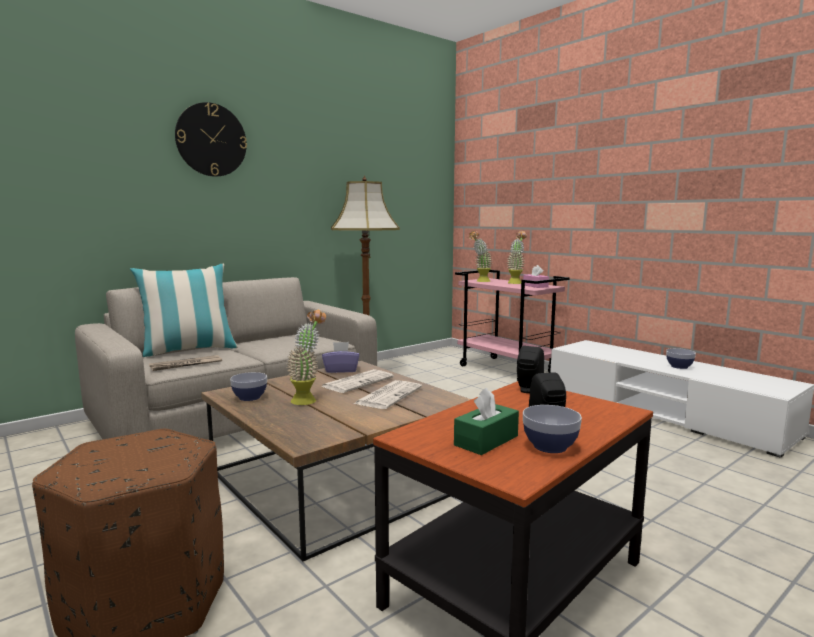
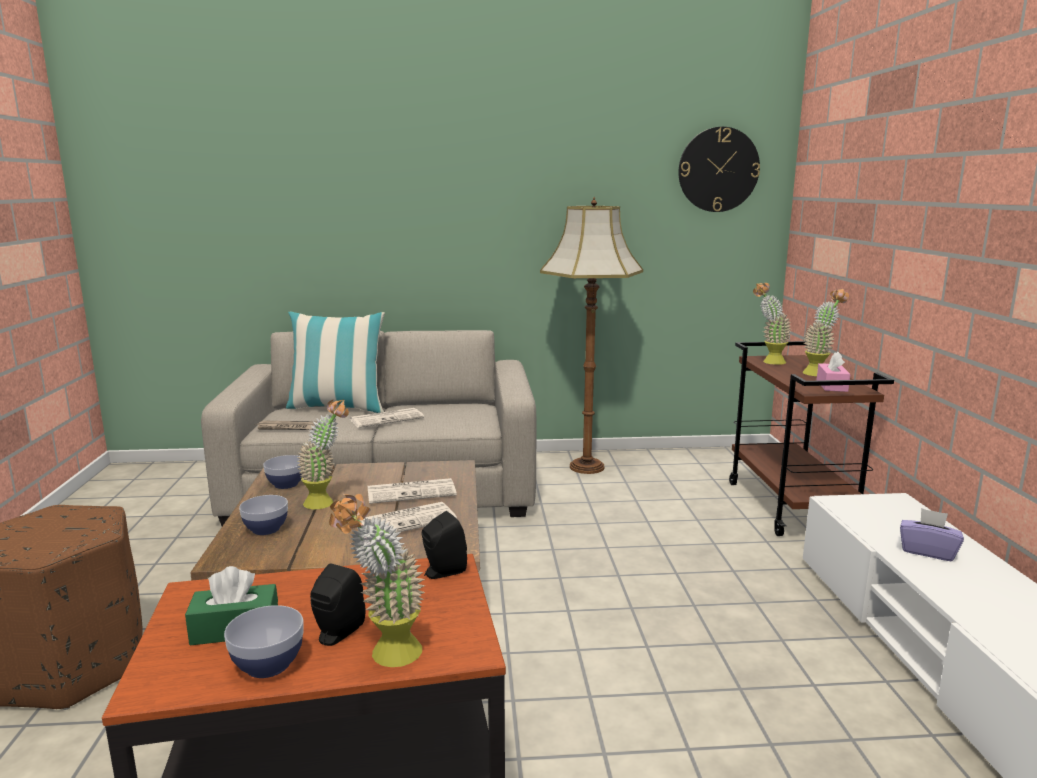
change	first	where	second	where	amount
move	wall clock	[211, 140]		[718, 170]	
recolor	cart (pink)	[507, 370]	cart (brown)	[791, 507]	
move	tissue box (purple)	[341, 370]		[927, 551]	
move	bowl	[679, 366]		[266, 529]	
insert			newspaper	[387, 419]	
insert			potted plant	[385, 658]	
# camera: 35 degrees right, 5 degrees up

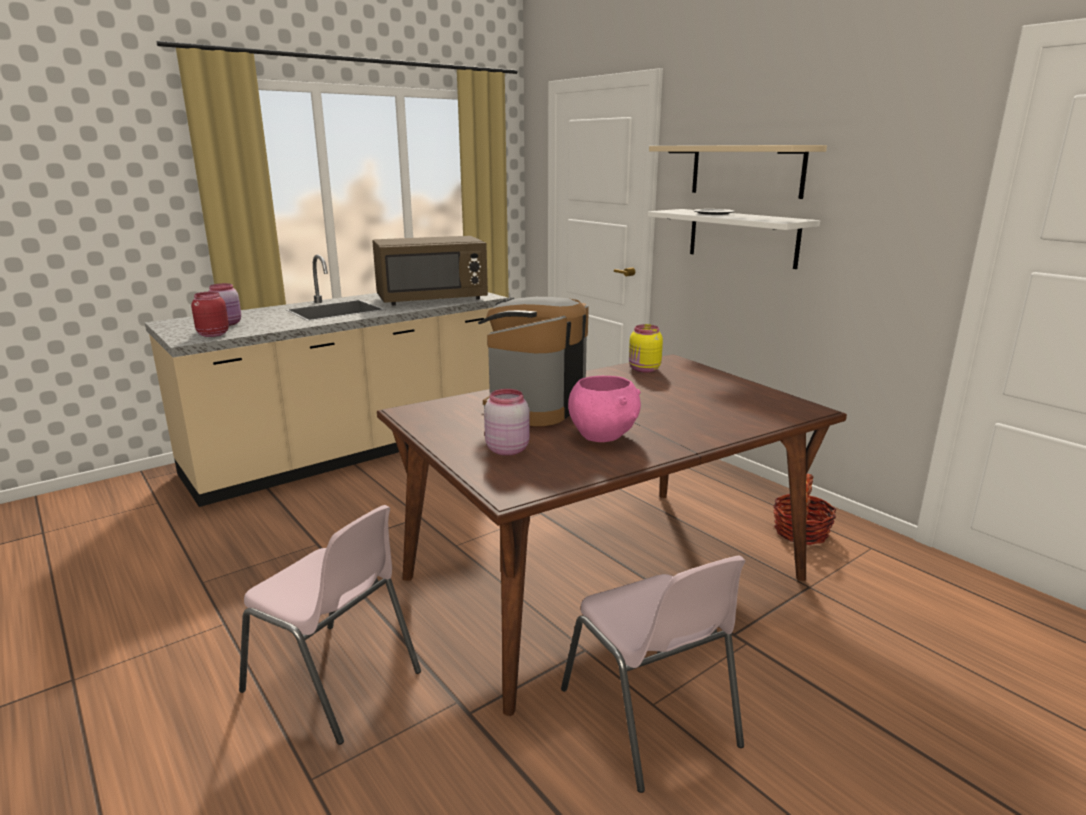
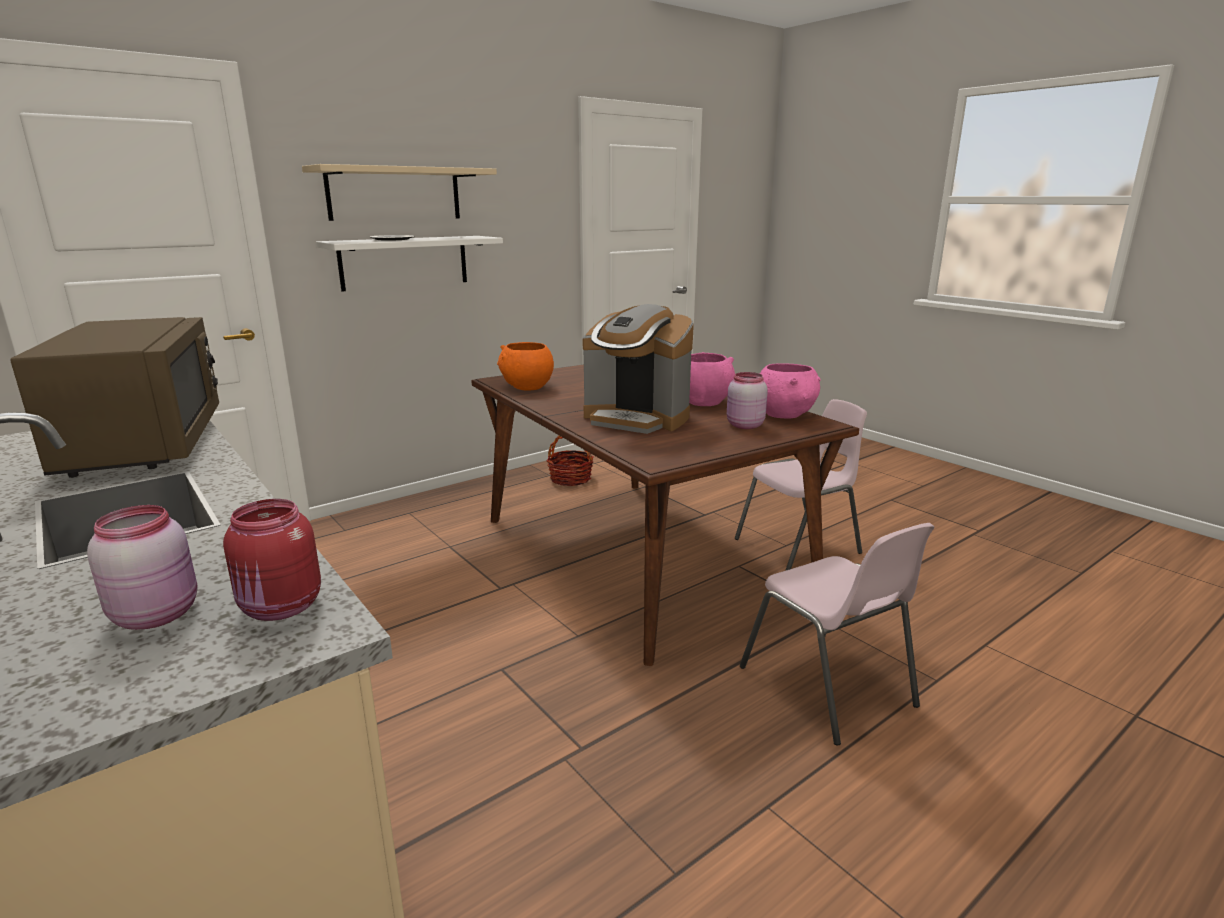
change	first	where	second	where	amount
replace	jar (yellow)	[644, 369]	bowl (orange)	[527, 387]	
rotate	chair (pink)	[334, 682]		[828, 687]	120 degrees clockwise
insert			bowl (pink)	[785, 415]	
# camera: 90 degrees left, 0 degrees up

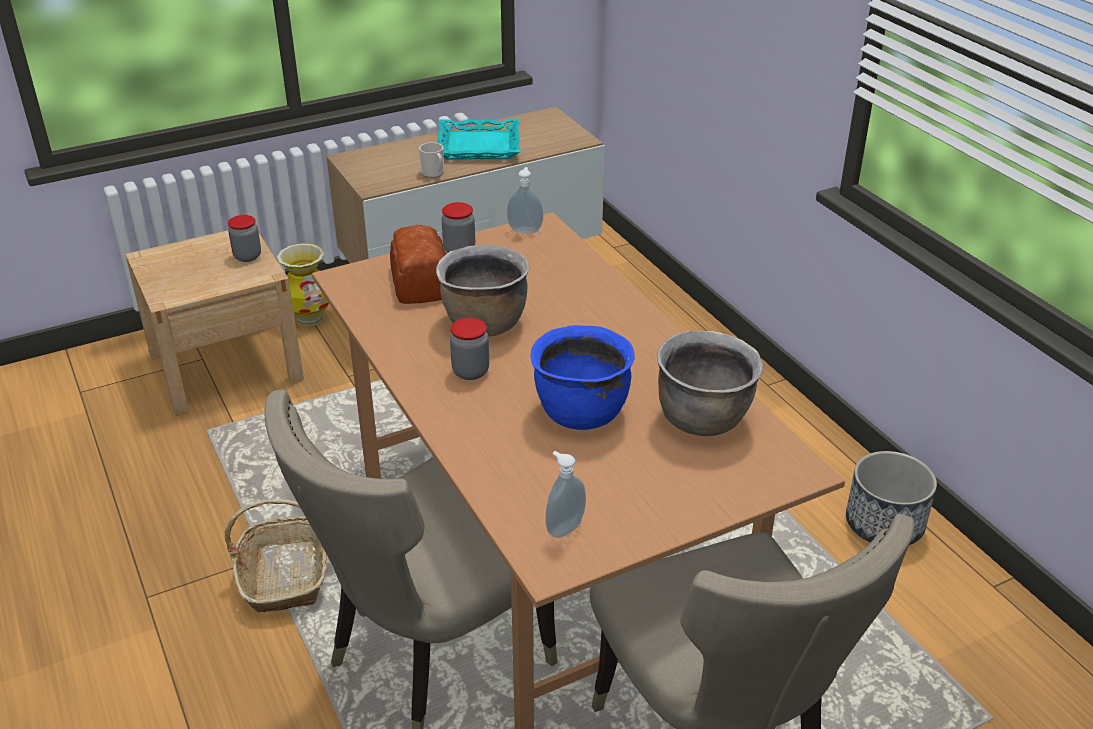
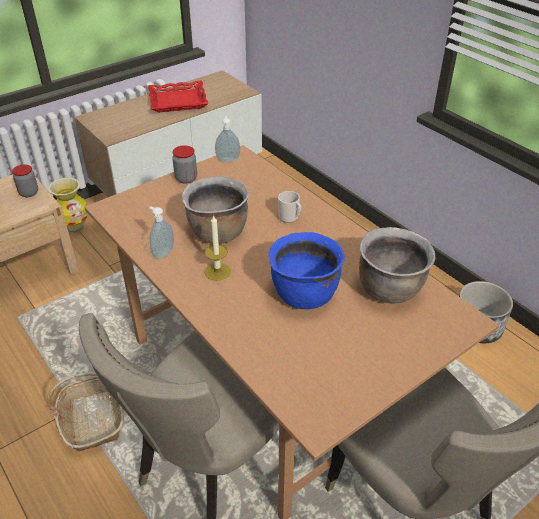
change	first	where	second	where	amount
recolor	tray (turquoise)	[479, 145]	tray (red)	[178, 101]	
move	mug	[434, 174]		[290, 218]	
delete	bread	[420, 283]			
replace	jar	[470, 371]	candle	[217, 271]	
move	soap dispenser	[563, 528]		[162, 253]	
# camera: 10 degrees left, 5 degrees up

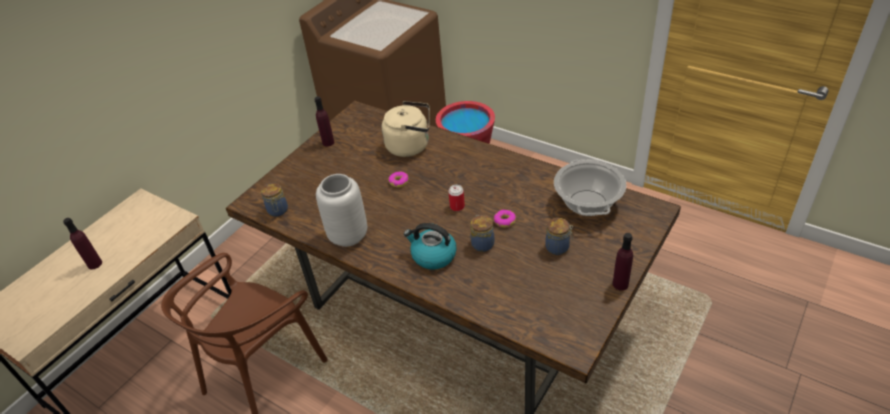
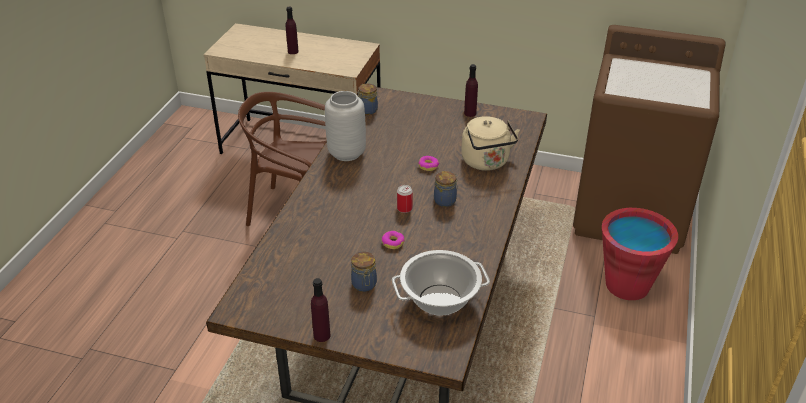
change	first	where	second	where	amount
move	jar	[482, 243]		[446, 200]	
delete	kettle	[433, 256]			
# camera: 70 degrees right, 5 degrees down

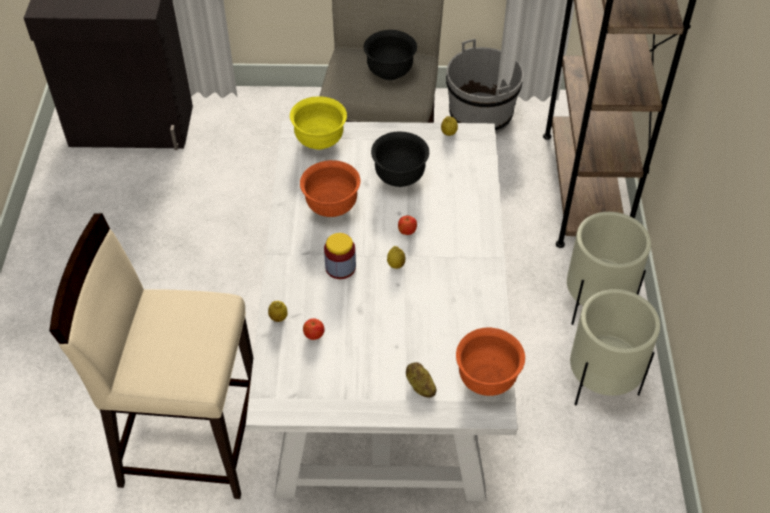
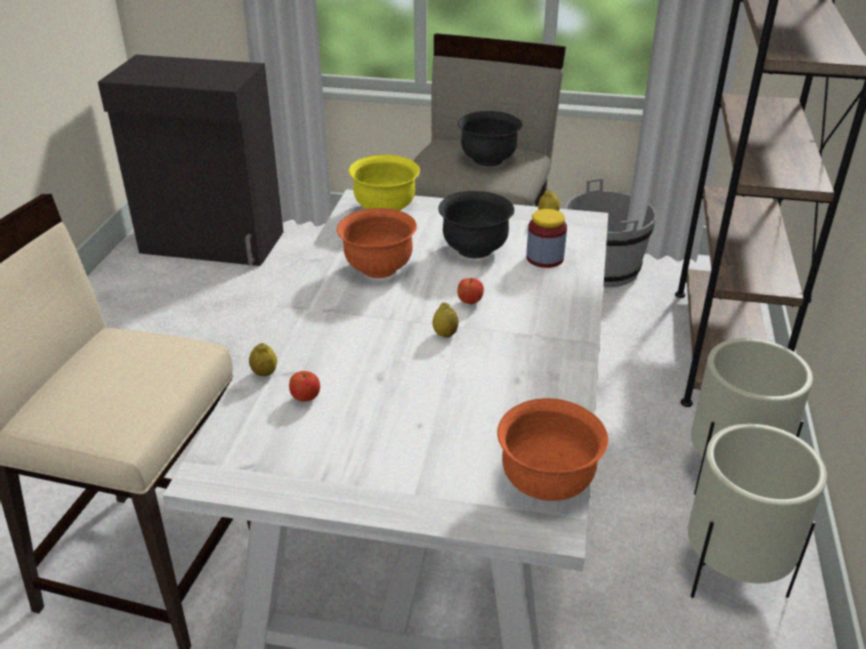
change	first	where	second	where	amount
move	jar	[340, 267]		[545, 258]	
delete	potato	[420, 386]			
# camera: 10 degrees right, 15 degrees down

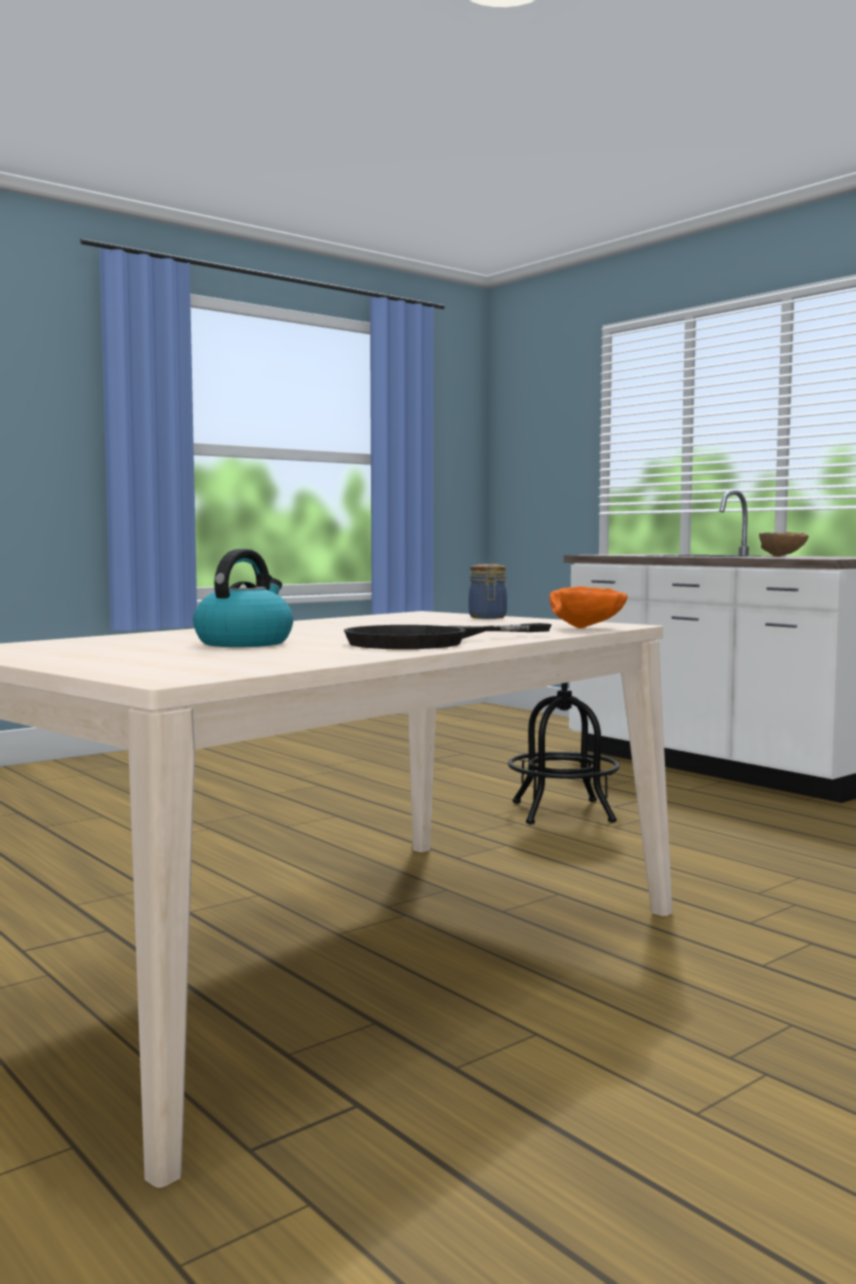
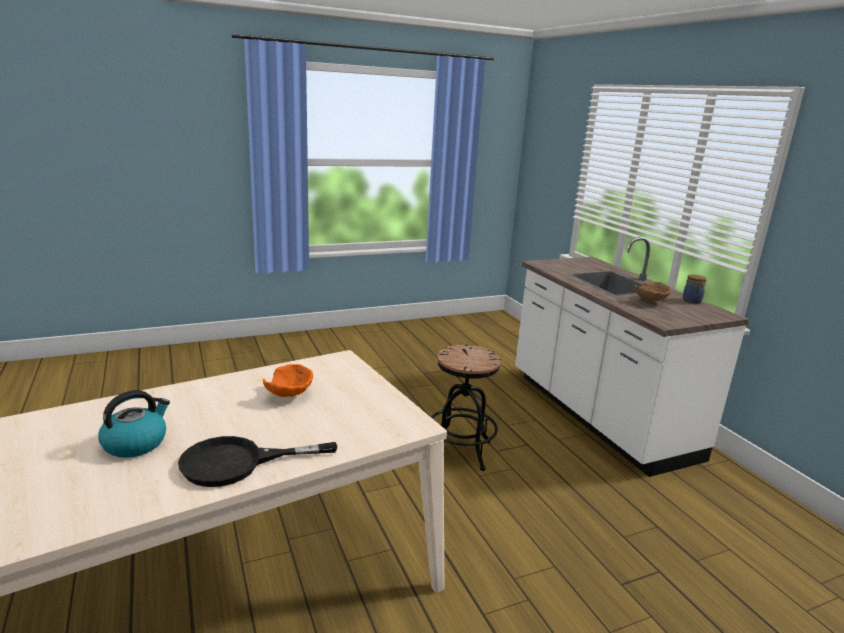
change	first	where	second	where	amount
move	jar	[488, 617]		[692, 301]	
move	bowl (orange)	[588, 628]		[290, 396]	
# camera: 15 degrees right, 15 degrees up

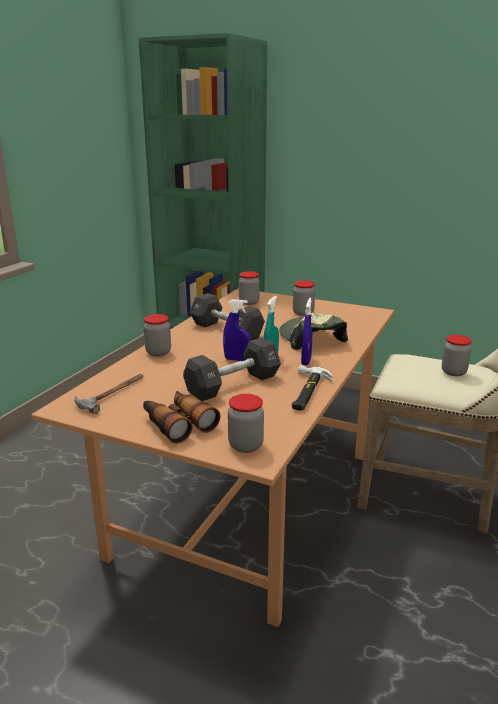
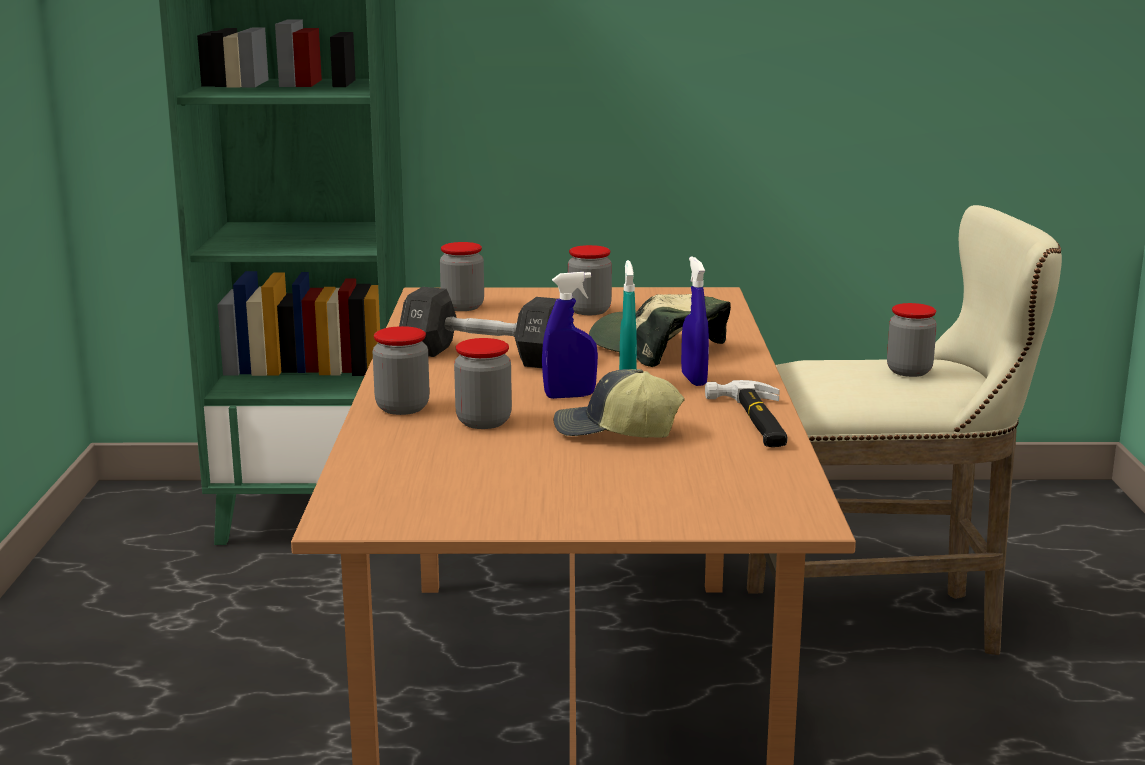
change	first	where	second	where	amount
replace	dumbbell (black)	[233, 384]	cap	[615, 432]	
delete	hammer	[113, 393]			
delete	binoculars	[178, 423]			
move	jar	[245, 445]		[483, 422]	
# camera: 25 degrees left, 5 degrees down

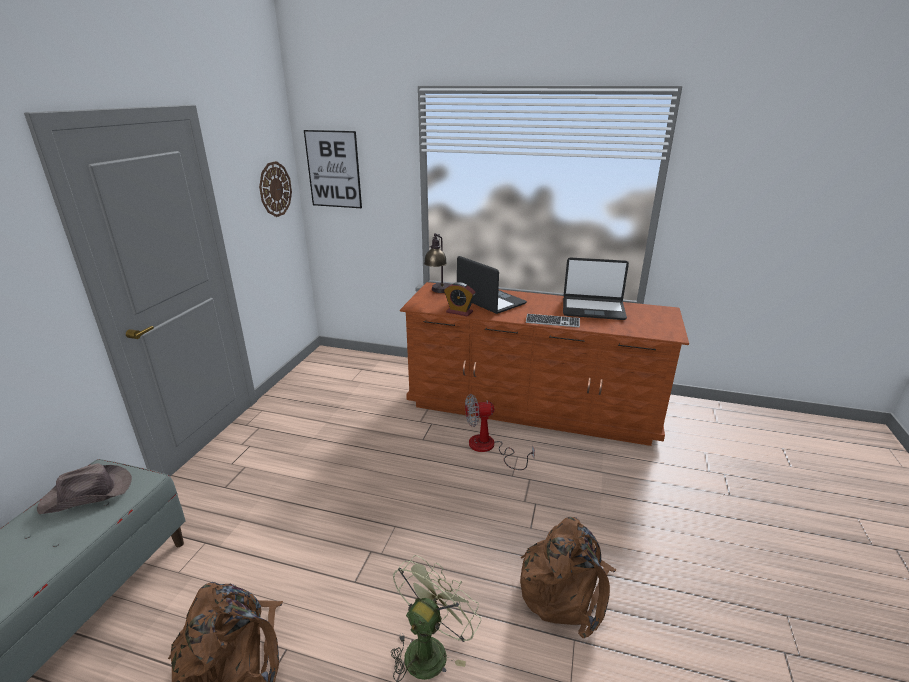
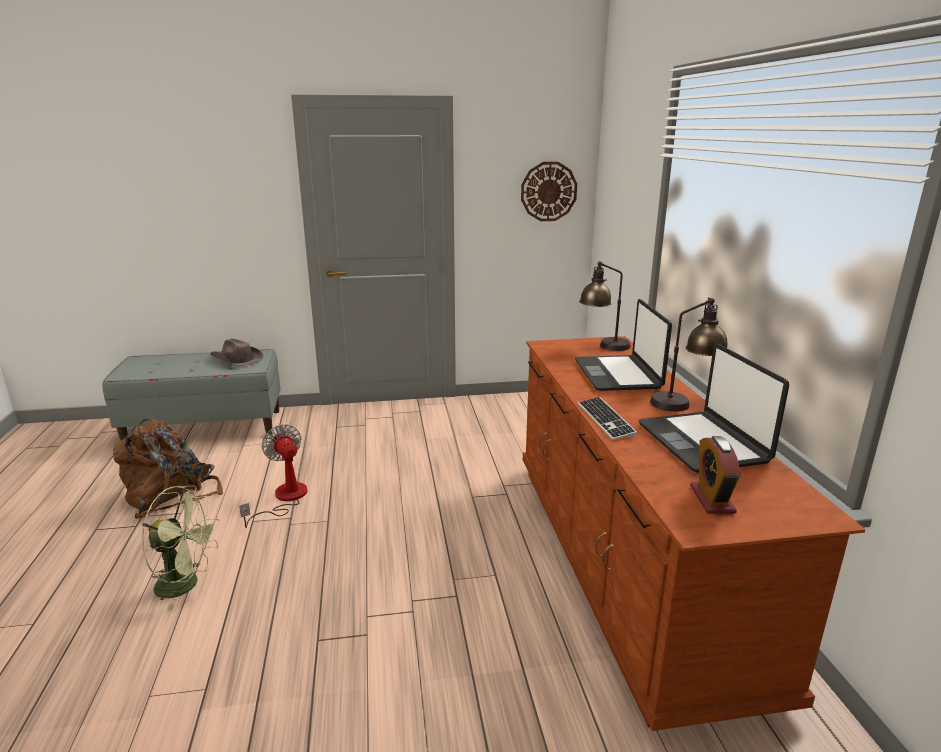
change	first	where	second	where	amount
delete	picture	[333, 169]			
rotate	laptop	[490, 301]		[618, 374]	150 degrees clockwise
move	alarm clock	[459, 312]		[712, 499]	
move	fan	[489, 448]		[284, 499]	
delete	backpack (brown)	[566, 589]			
insert			table lamp	[684, 403]	
# camera: 65 degrees right, 5 degrees down

